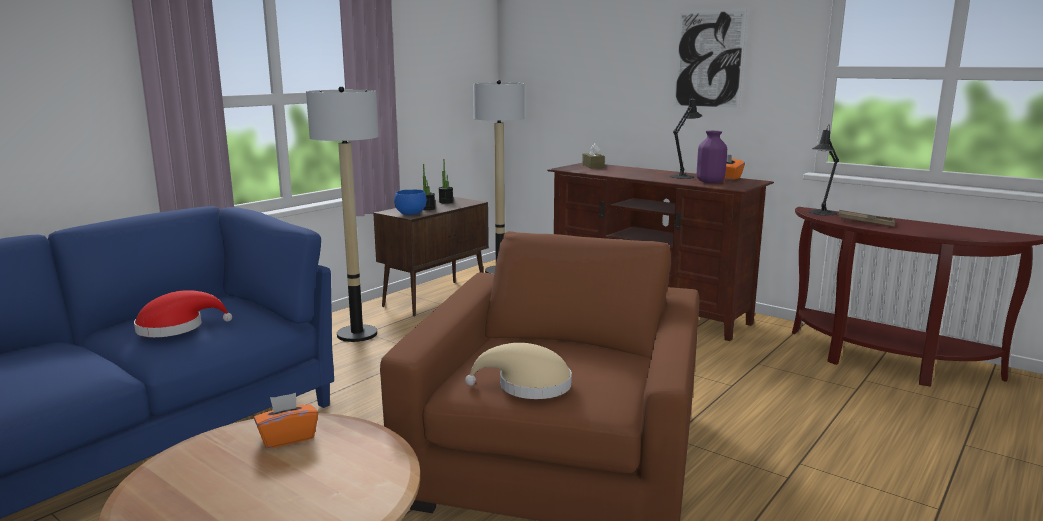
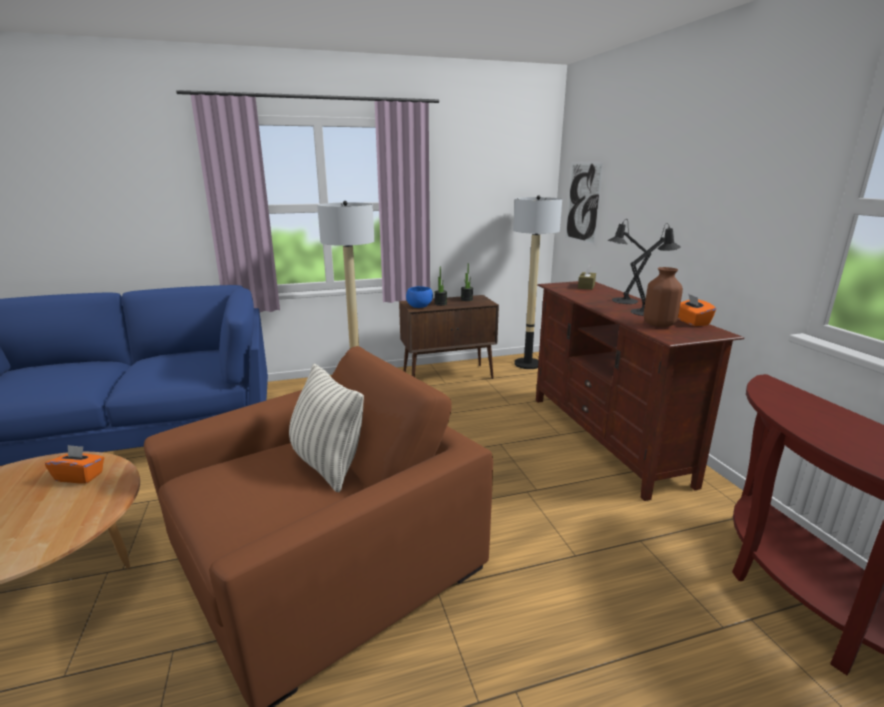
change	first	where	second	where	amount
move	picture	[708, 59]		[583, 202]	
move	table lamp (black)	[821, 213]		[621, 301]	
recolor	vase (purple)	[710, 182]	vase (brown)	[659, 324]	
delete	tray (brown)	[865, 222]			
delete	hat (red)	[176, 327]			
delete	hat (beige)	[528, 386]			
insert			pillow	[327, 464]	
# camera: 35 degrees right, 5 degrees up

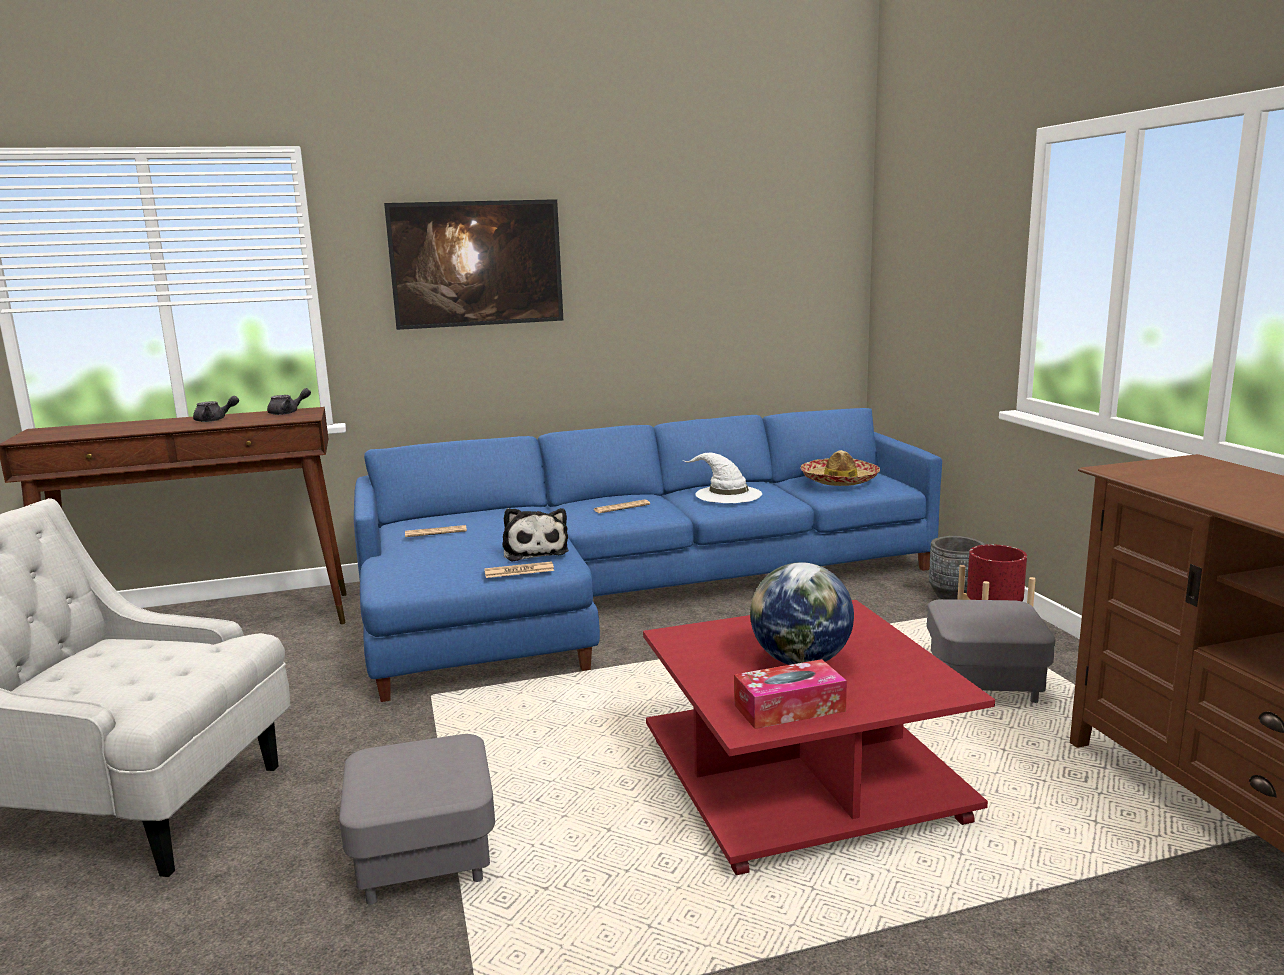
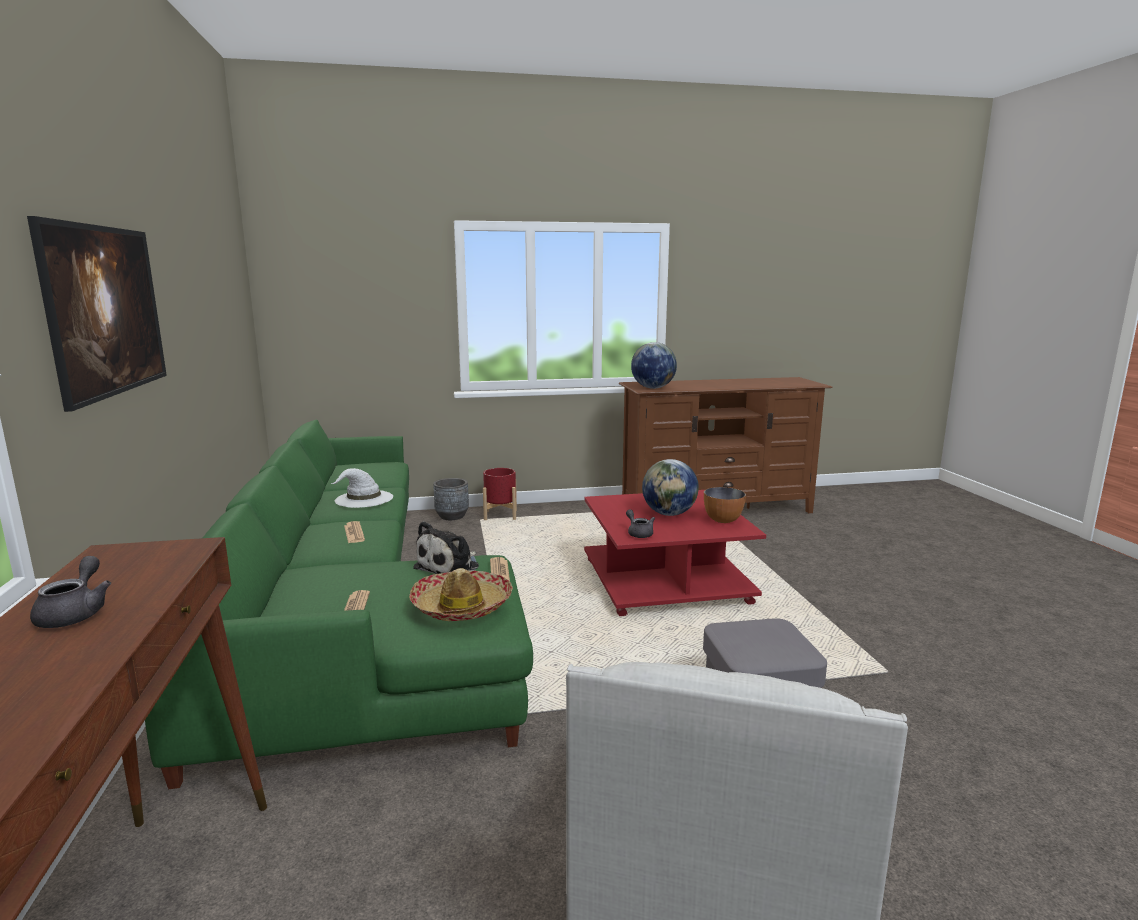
change	first	where	second	where	amount
move	teapot (grey)	[288, 412]		[639, 533]	
recolor	sofa (blue)	[628, 594]	sofa (green)	[349, 615]	
move	hat	[839, 480]		[462, 606]	
rotate	plush toy	[534, 551]		[450, 567]	135 degrees clockwise
delete	ottoman (grey)	[984, 684]			
replace	tissue box	[789, 708]	bowl	[723, 520]	
insert			globe	[652, 388]	
# camera: 85 degrees left, 0 degrees up

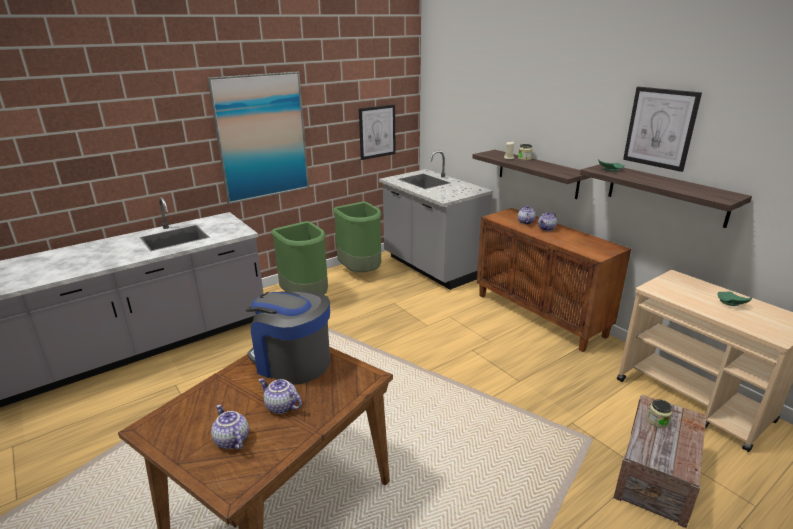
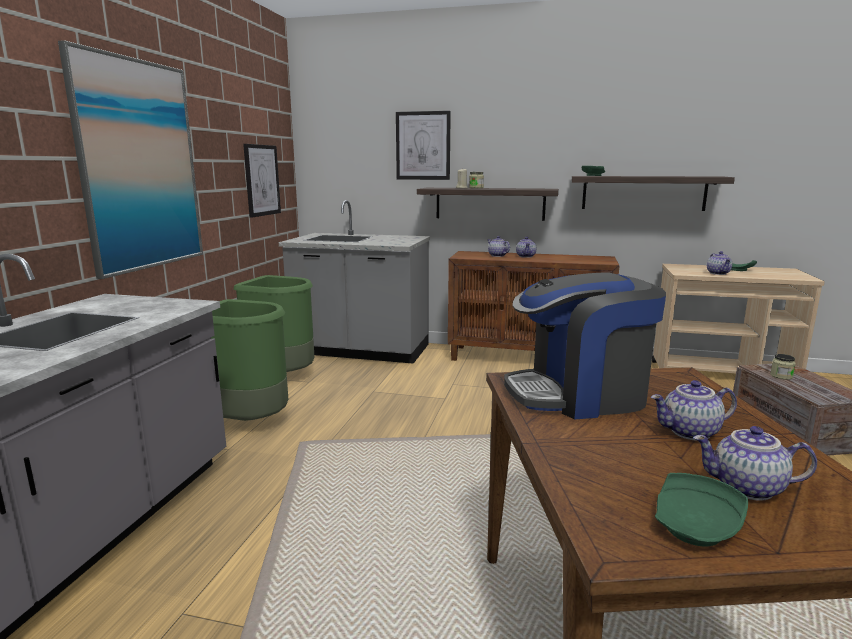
change	first	where	second	where	amount
move	picture	[660, 128]		[423, 146]	
insert			teapot	[718, 273]	
insert			plate (green)	[696, 527]	
# camera: 40 degrees left, 10 degrees down

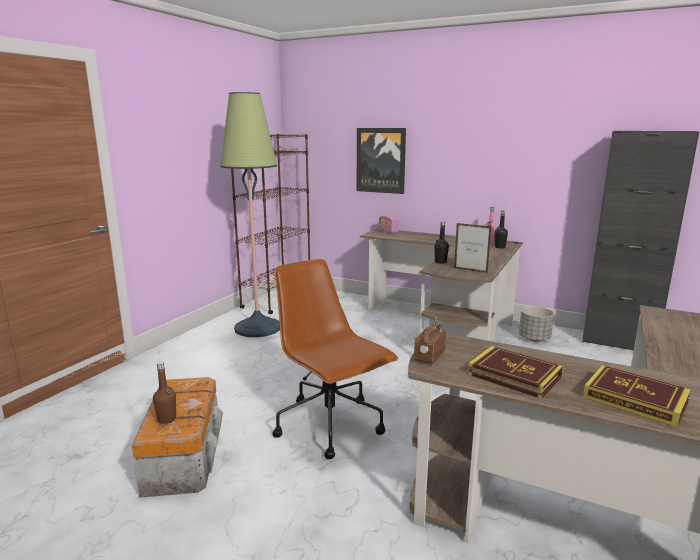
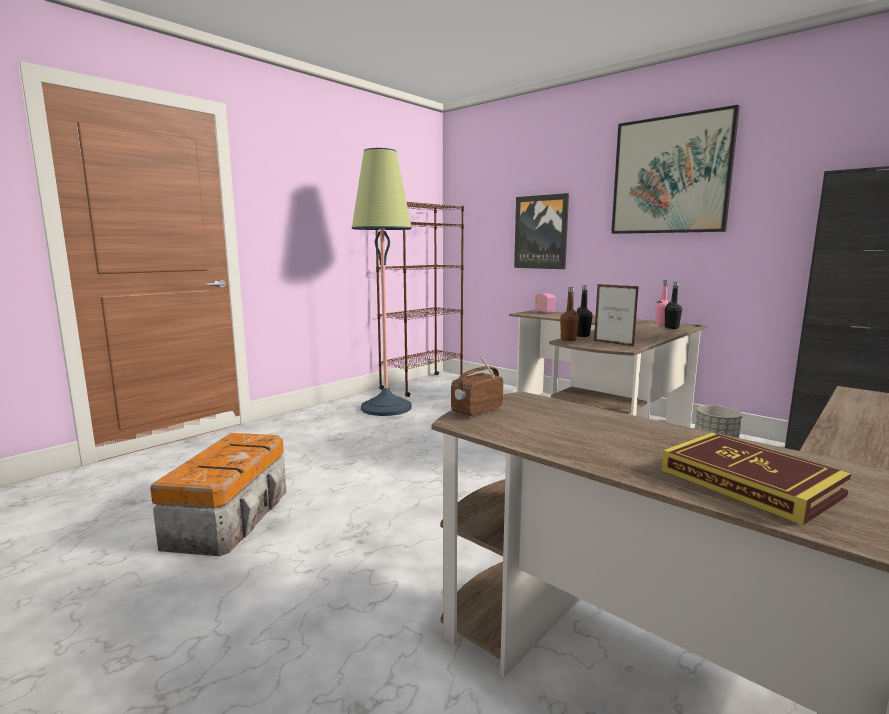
change	first	where	second	where	amount
delete	office chair (brown)	[331, 426]			
delete	book	[513, 376]			
move	bottle (brown)	[167, 419]		[568, 339]	
insert			picture	[670, 175]	
# camera: 15 degrees right, 5 degrees down

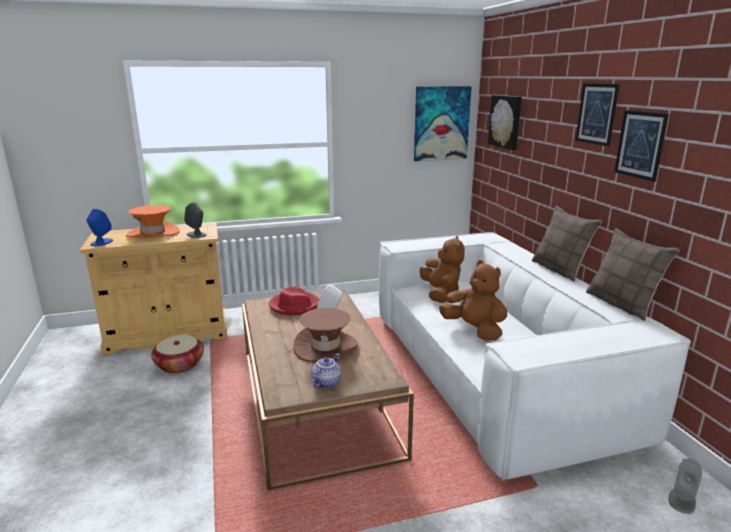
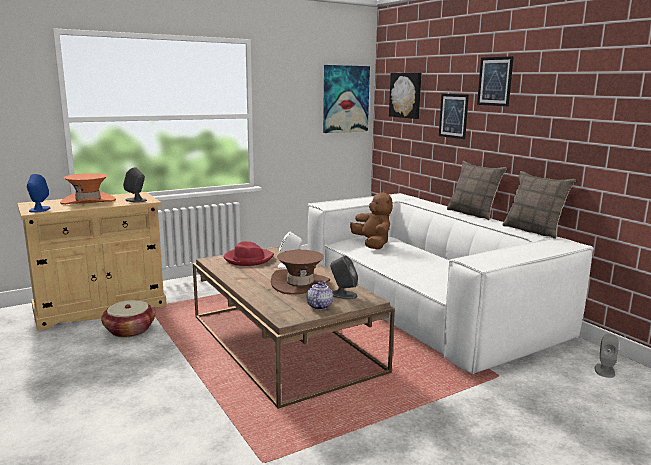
change	first	where	second	where	amount
move	picture	[640, 144]		[453, 116]	
delete	plush toy (brown)	[474, 330]			
insert			speaker (grey)	[343, 295]	
# camera: 15 degrees left, 5 degrees down

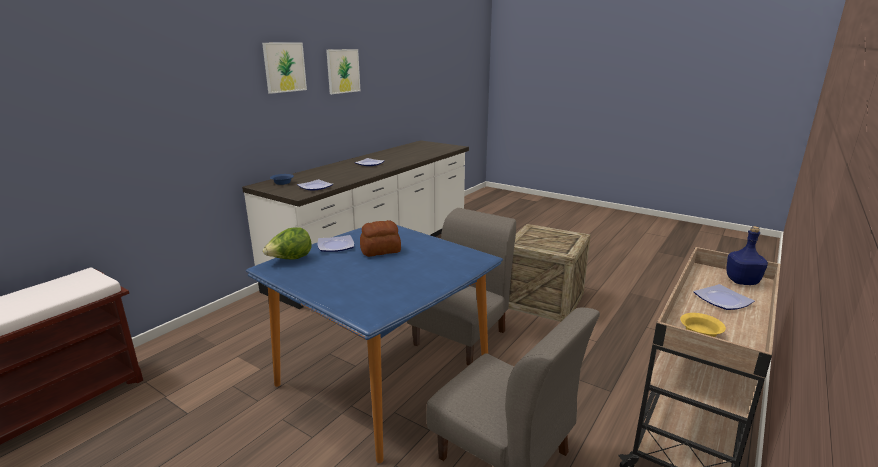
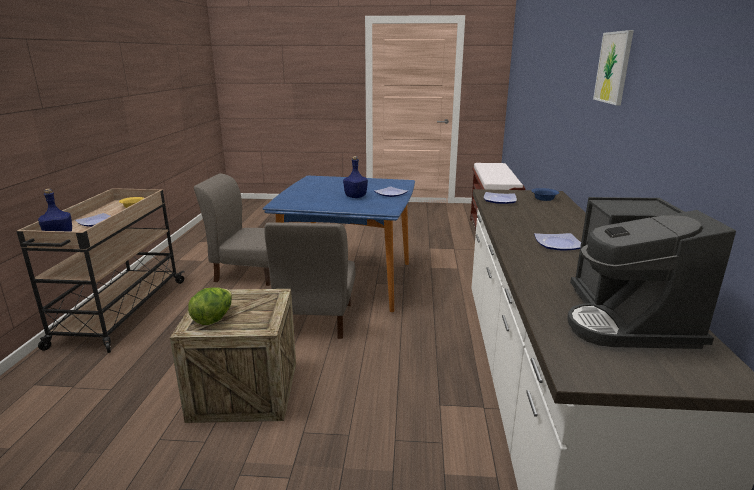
change	first	where	second	where	amount
delete	picture	[343, 71]			
replace	bread	[381, 251]	bottle (blue)	[355, 196]	
move	lettuce	[290, 259]		[213, 318]	
insert			coffee machine	[627, 319]	
# camera: 150 degrees right, 0 degrees up

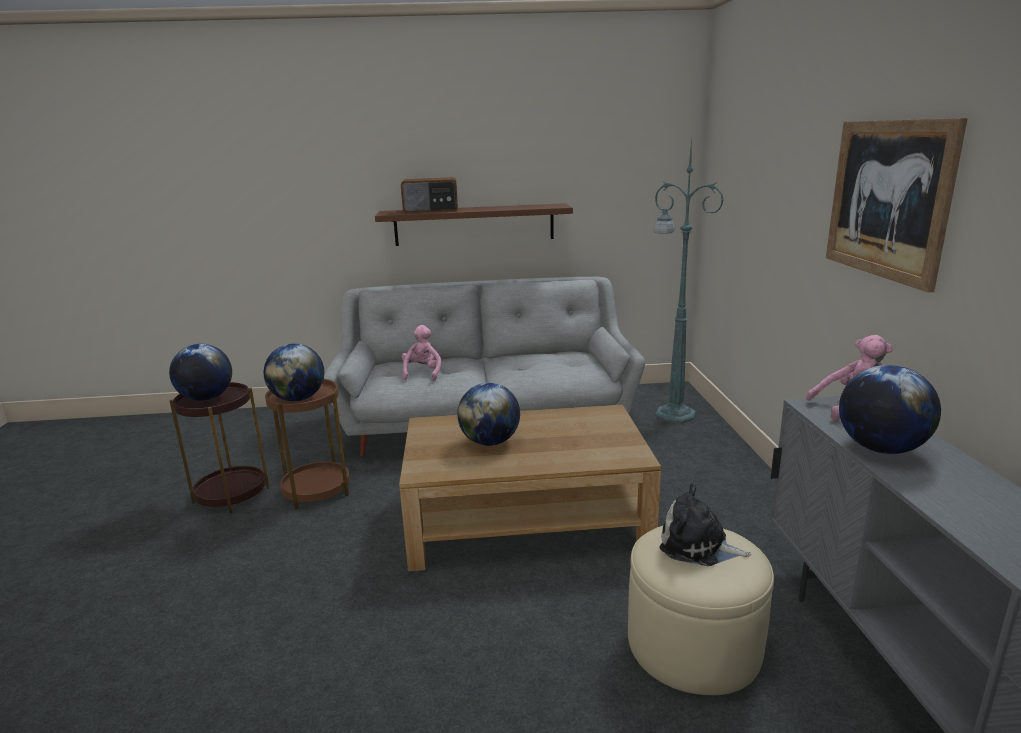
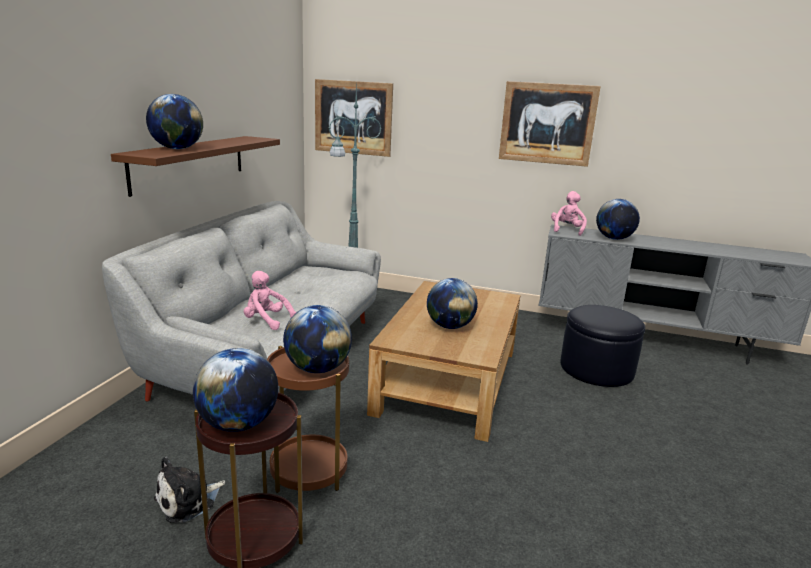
change	first	where	second	where	amount
replace	radio	[431, 210]	globe	[177, 149]	
move	plush toy	[698, 546]		[188, 501]	
recolor	ottoman (beige)	[694, 644]	ottoman (black)	[596, 369]	
insert			picture	[353, 117]	
# camera: 70 degrees left, 0 degrees up

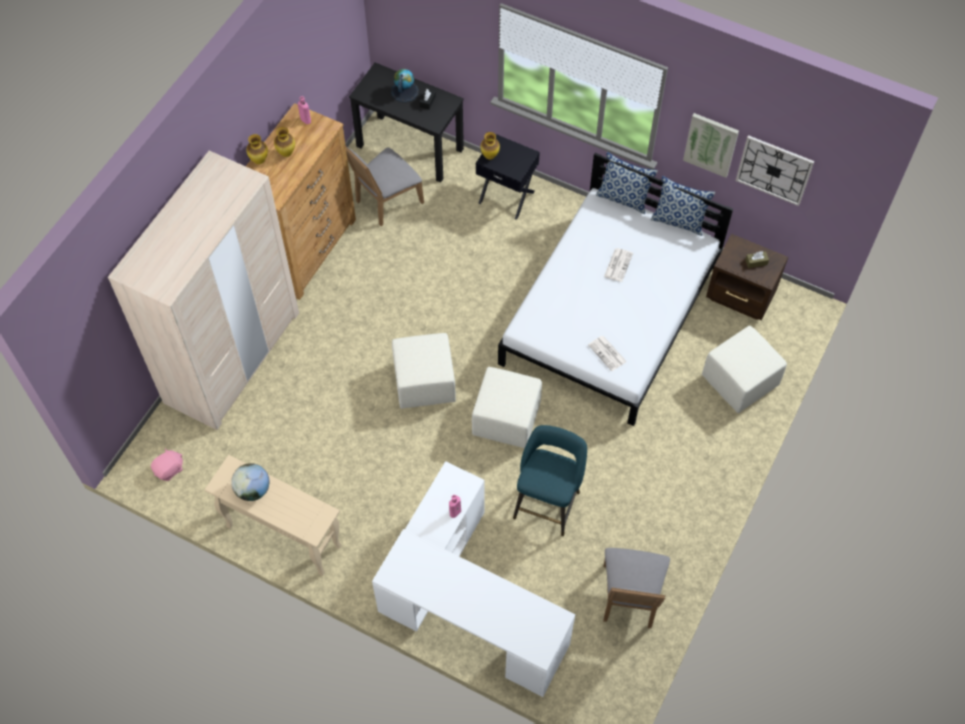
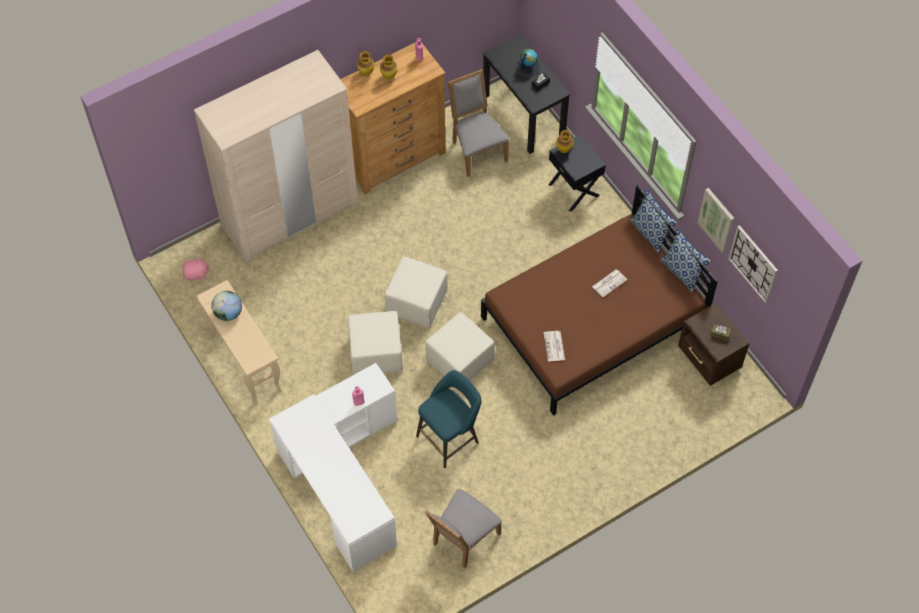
change	first	where	second	where	amount
rotate	chair (grey)	[385, 202]		[476, 149]	75 degrees clockwise
recolor	bed (white)	[610, 315]	bed (brown)	[593, 322]	
move	ottoman (beige)	[740, 380]		[376, 353]	
# camera: 30 degrees right, 0 degrees up

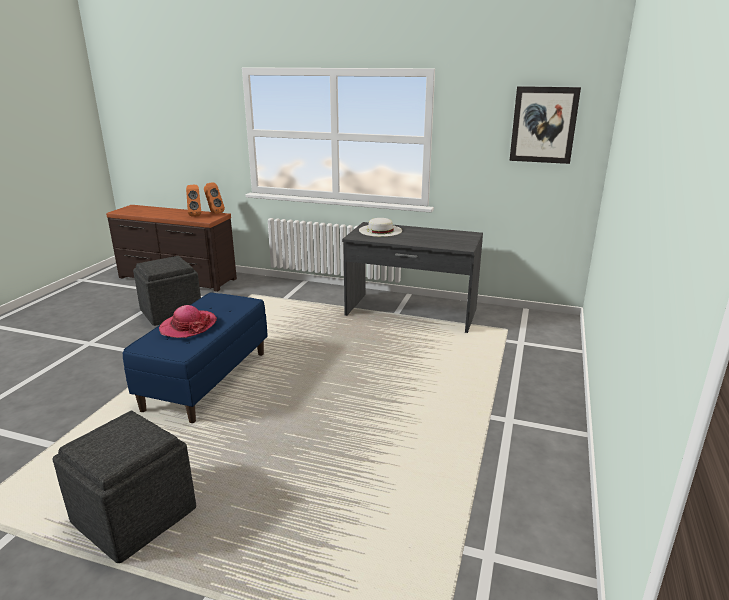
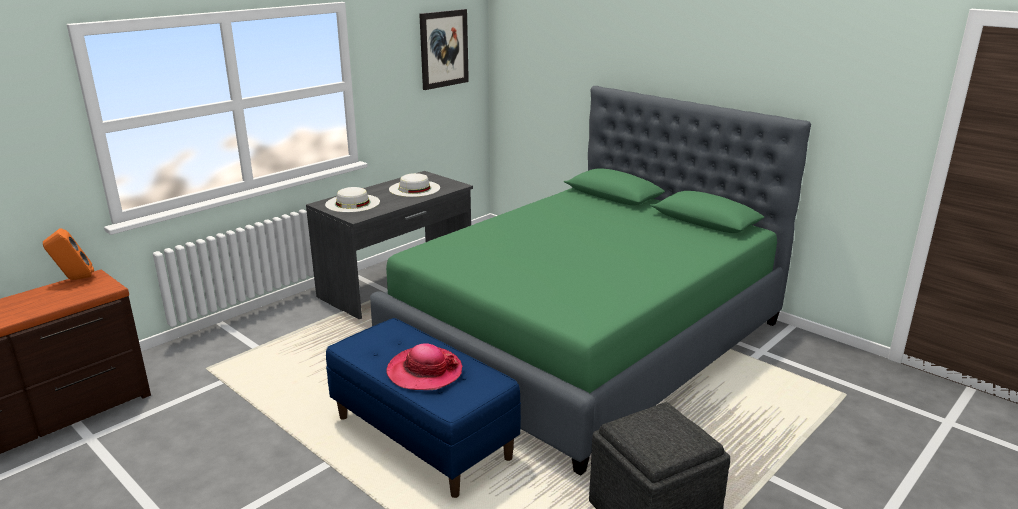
change	first	where	second	where	amount
delete	speaker (orange)	[196, 215]			
delete	ottoman (grey)	[170, 312]			
insert			bed (green)	[586, 340]	
insert			hat (white)	[414, 188]	
# camera: 65 degrees left, 0 degrees up

